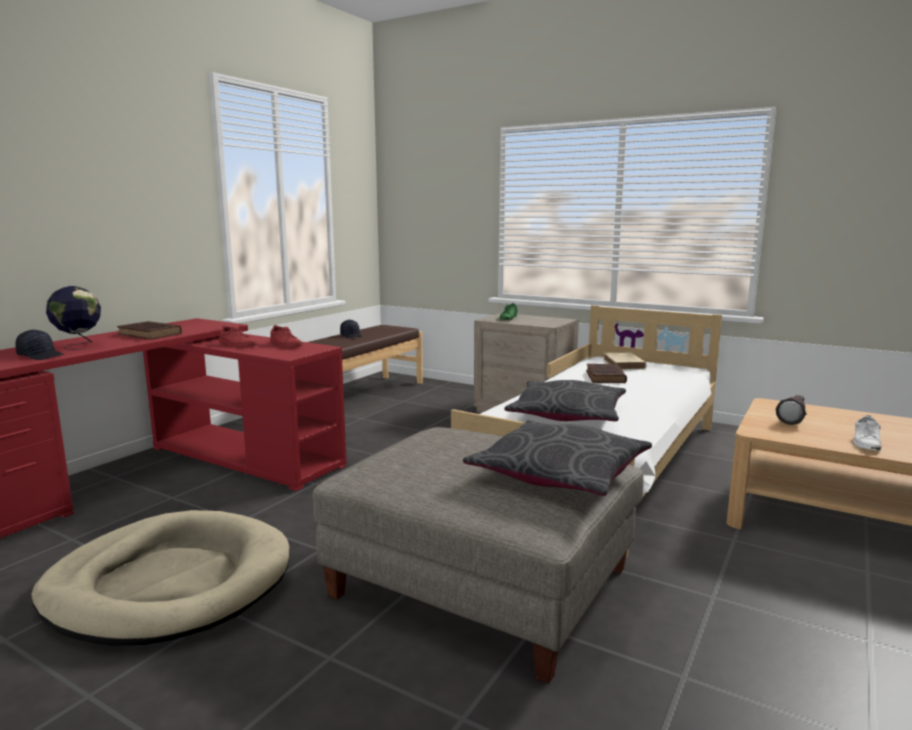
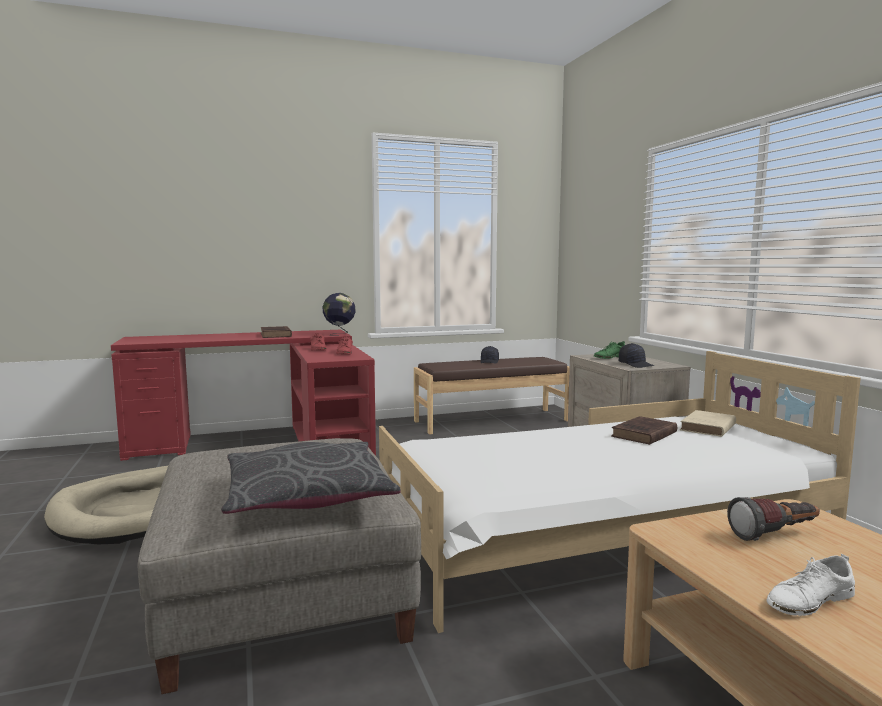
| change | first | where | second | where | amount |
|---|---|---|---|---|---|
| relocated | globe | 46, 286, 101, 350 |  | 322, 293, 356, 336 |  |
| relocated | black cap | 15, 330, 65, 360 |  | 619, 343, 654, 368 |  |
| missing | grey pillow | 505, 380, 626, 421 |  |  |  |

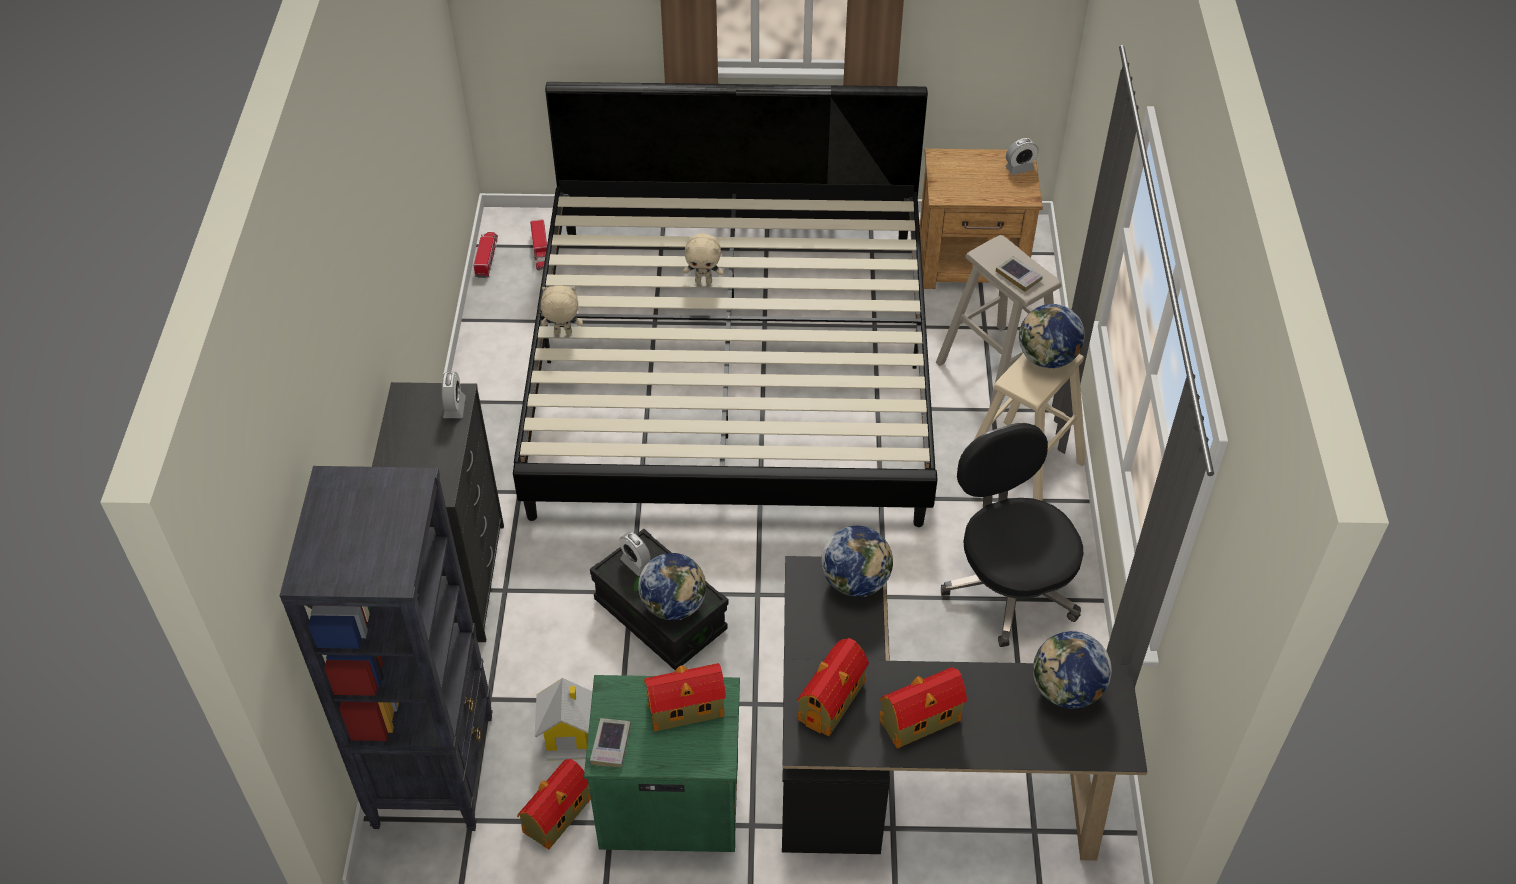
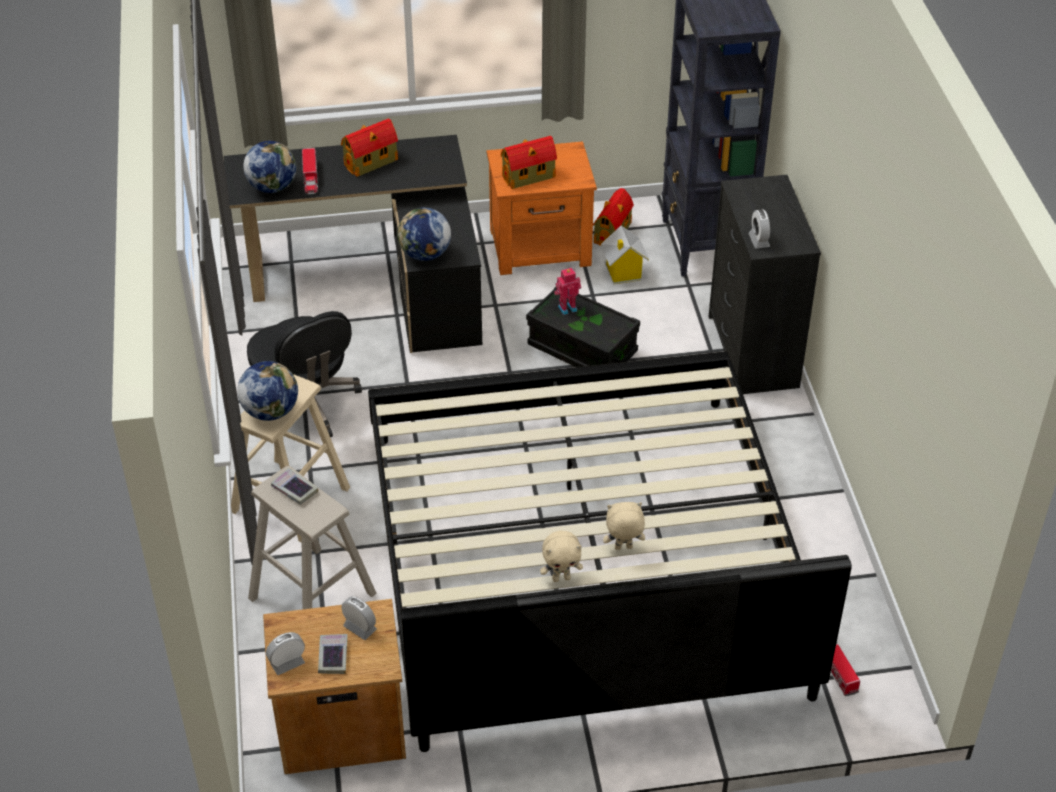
| change | first | where | second | where | amount |
|---|---|---|---|---|---|
| relocated | toy truck | 474, 232, 498, 278 |  | 302, 148, 318, 194 |  |
| relocated | beige plush toy | 541, 285, 583, 334 |  | 540, 531, 583, 582 |  |
| relocated | alarm clock | 619, 532, 651, 576 |  | 342, 596, 377, 640 |  |
| exchanged | globe | 638, 553, 706, 620 | toy robot | 554, 268, 581, 315 |  |
| missing | toy house | 797, 638, 869, 736 |  |  |  |
| colour | green nightstand | 584, 675, 740, 852 | orange nightstand | 487, 141, 597, 275 |  |
| relocated | book | 590, 718, 631, 767 |  | 318, 634, 348, 674 |  |

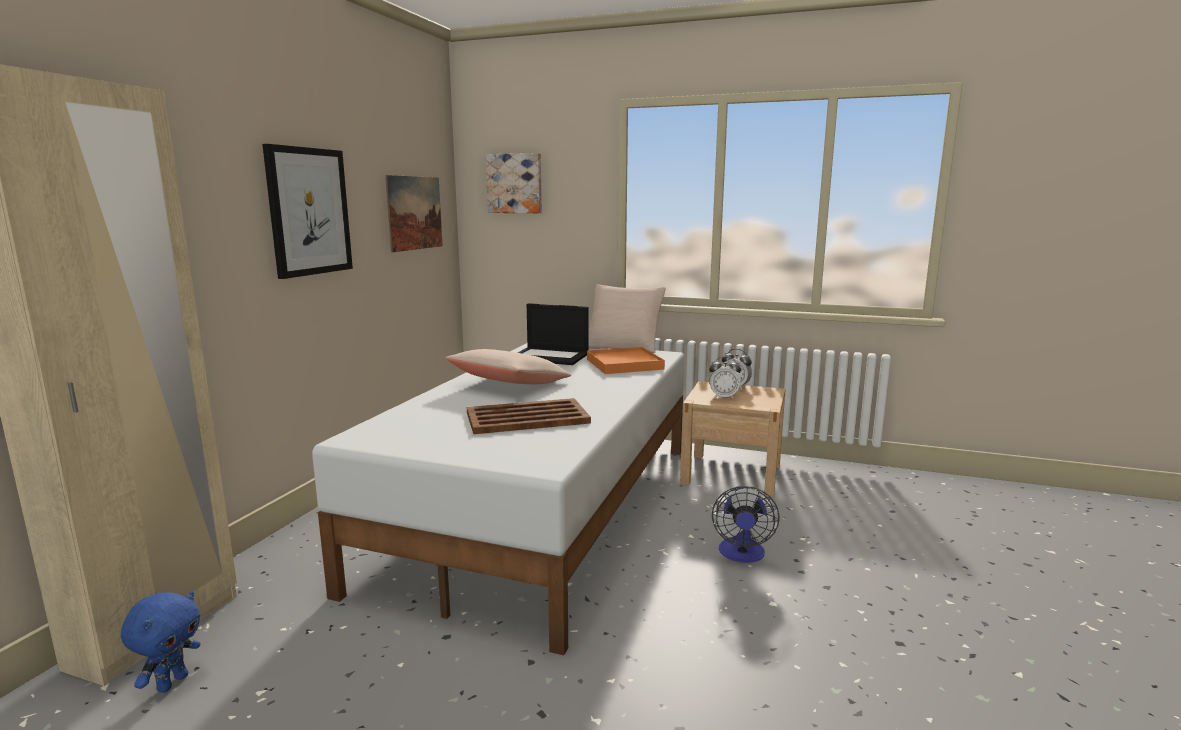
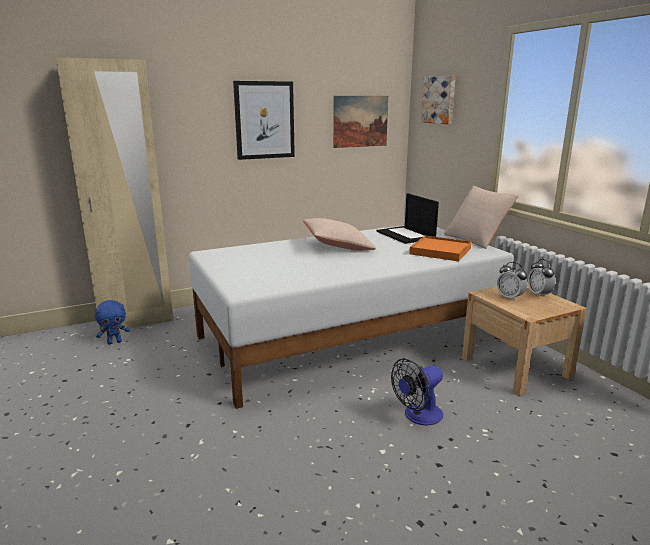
| change | first | where | second | where | amount |
|---|---|---|---|---|---|
| missing | brown tray | 467, 398, 591, 434 |  |  |  |

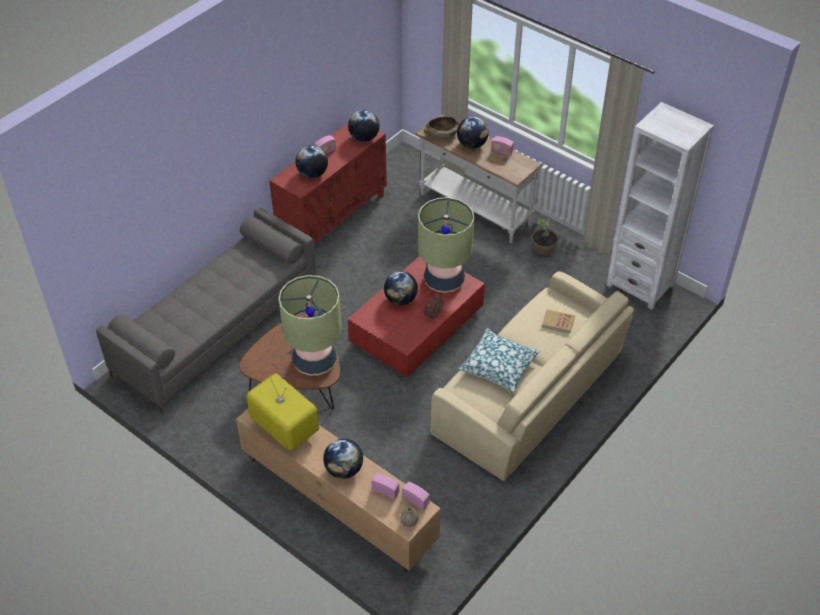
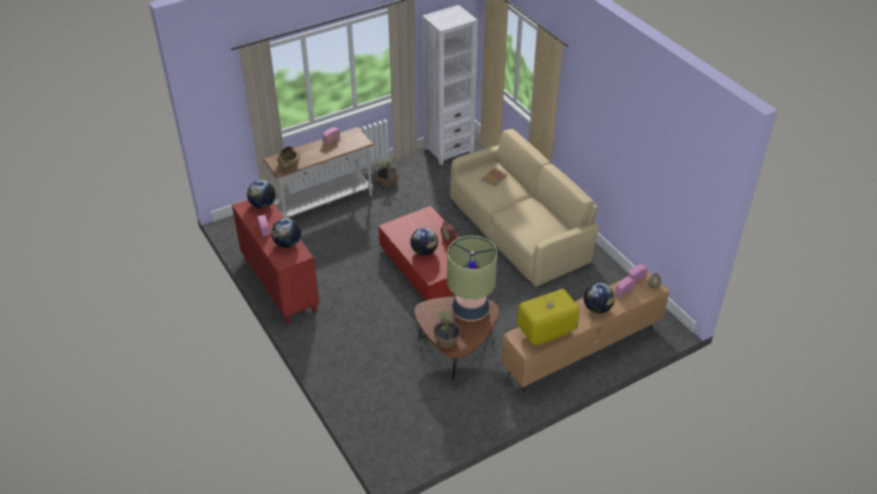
| change | first | where | second | where | amount |
|---|---|---|---|---|---|
| missing | globe | 457, 117, 489, 149 |  |  |  |
| missing | table lamp | 418, 197, 474, 293 |  |  |  |
| missing | grey sofa | 96, 207, 316, 414 |  |  |  |
| missing | pillow | 459, 328, 540, 394 |  |  |  |
| appeared |  |  | potted plant | 433, 310, 461, 348 |  |

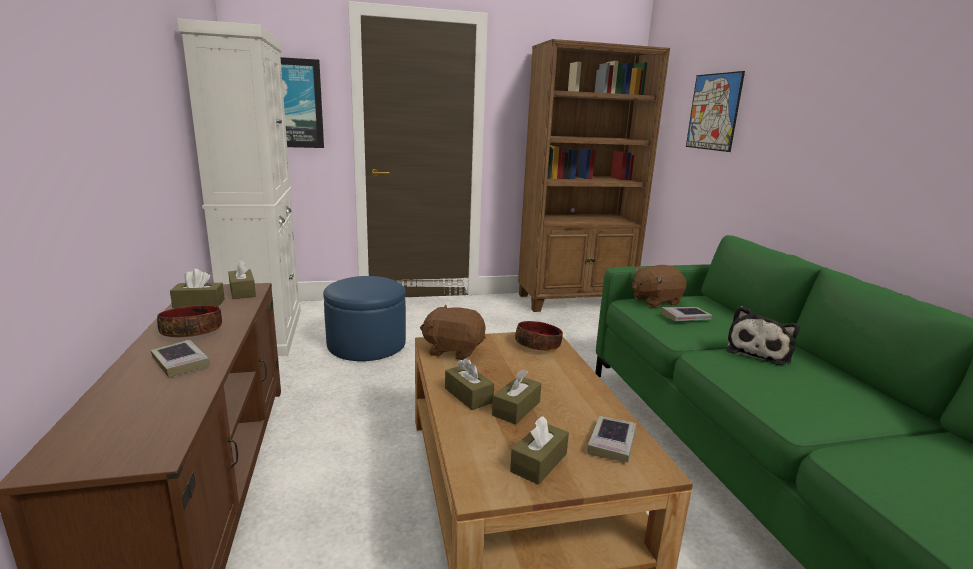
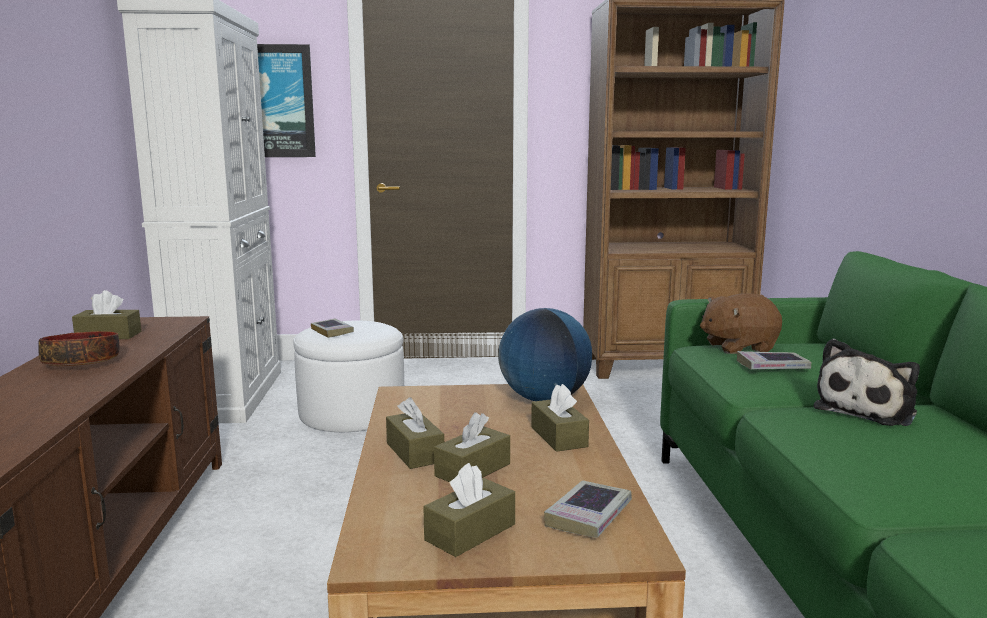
| change | first | where | second | where | amount |
|---|---|---|---|---|---|
| missing | picture | 686, 71, 745, 152 |  |  |  |
| relocated | brown tissue box | 228, 260, 256, 299 |  | 531, 384, 589, 452 |  |
| colour | blue ottoman | 323, 276, 406, 361 | white ottoman | 293, 321, 404, 432 |  |
| missing | brown plush toy | 420, 305, 486, 360 |  |  |  |
| exchanged | bowl | 515, 321, 563, 351 | globe | 498, 308, 592, 401 |  |
| relocated | book | 150, 340, 210, 378 |  | 311, 319, 354, 338 |  |

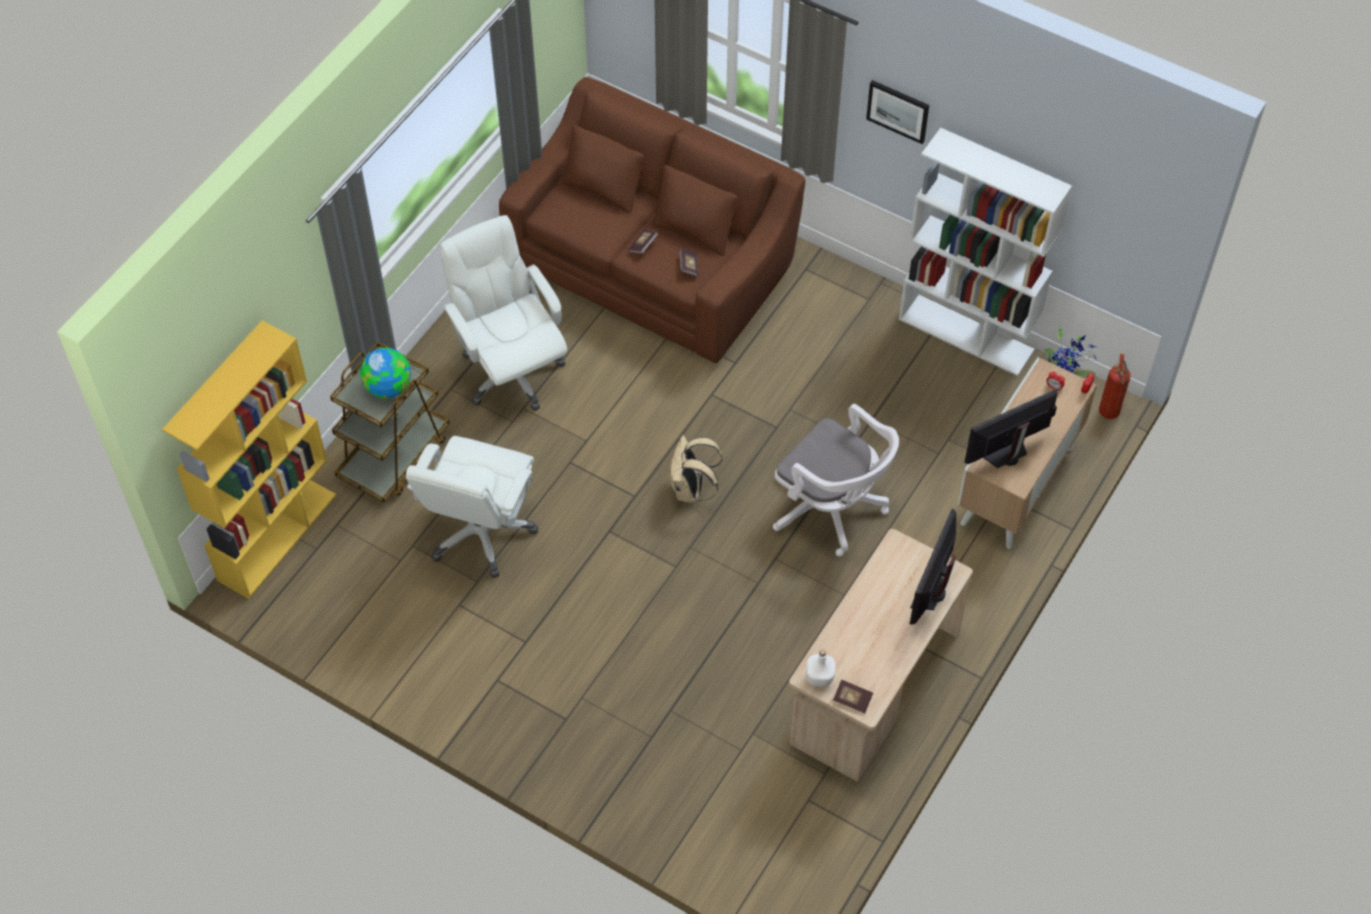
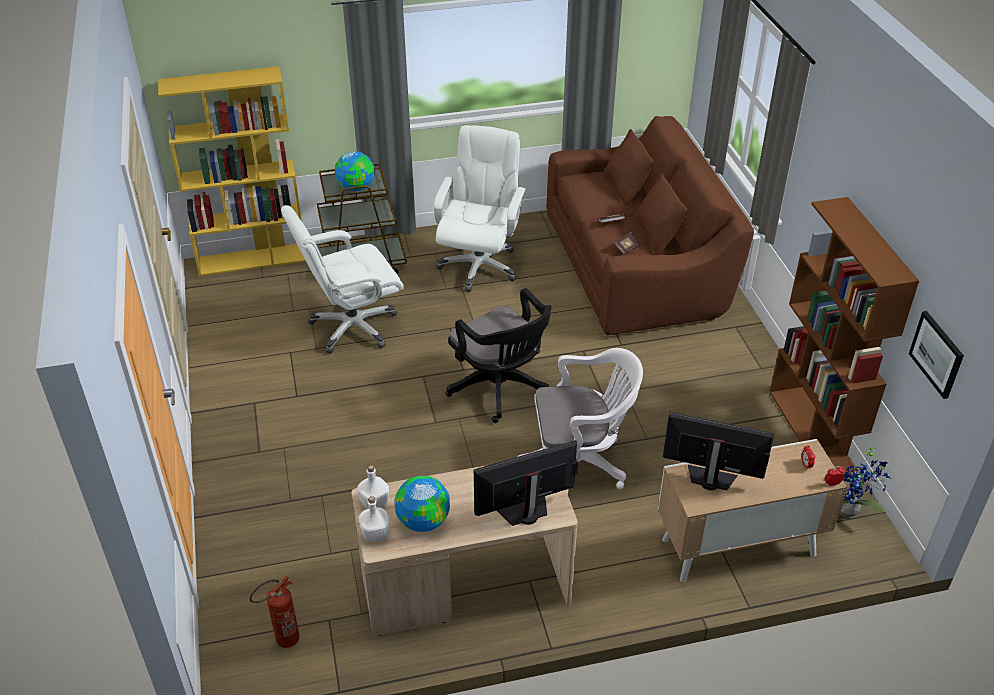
| change | first | where | second | where | amount |
|---|---|---|---|---|---|
| relocated | picture | 866, 80, 929, 144 |  | 909, 311, 964, 399 |  |
| colour | white bookcase | 899, 128, 1072, 376 | brown bookcase | 769, 197, 919, 476 |  |
| relocated | fire extinguisher | 1099, 354, 1131, 419 |  | 249, 576, 299, 648 |  |
| spun | white office chair | 773, 404, 899, 557 |  | 517, 348, 643, 494 | 90 degrees counterclockwise |
| exchanged | beige backpack | 670, 435, 722, 503 | black office chair | 446, 288, 552, 423 |  |
| exchanged | book | 833, 680, 873, 713 | white bottle | 359, 496, 390, 542 |  |
| appeared |  |  | globe | 395, 476, 450, 532 |  |

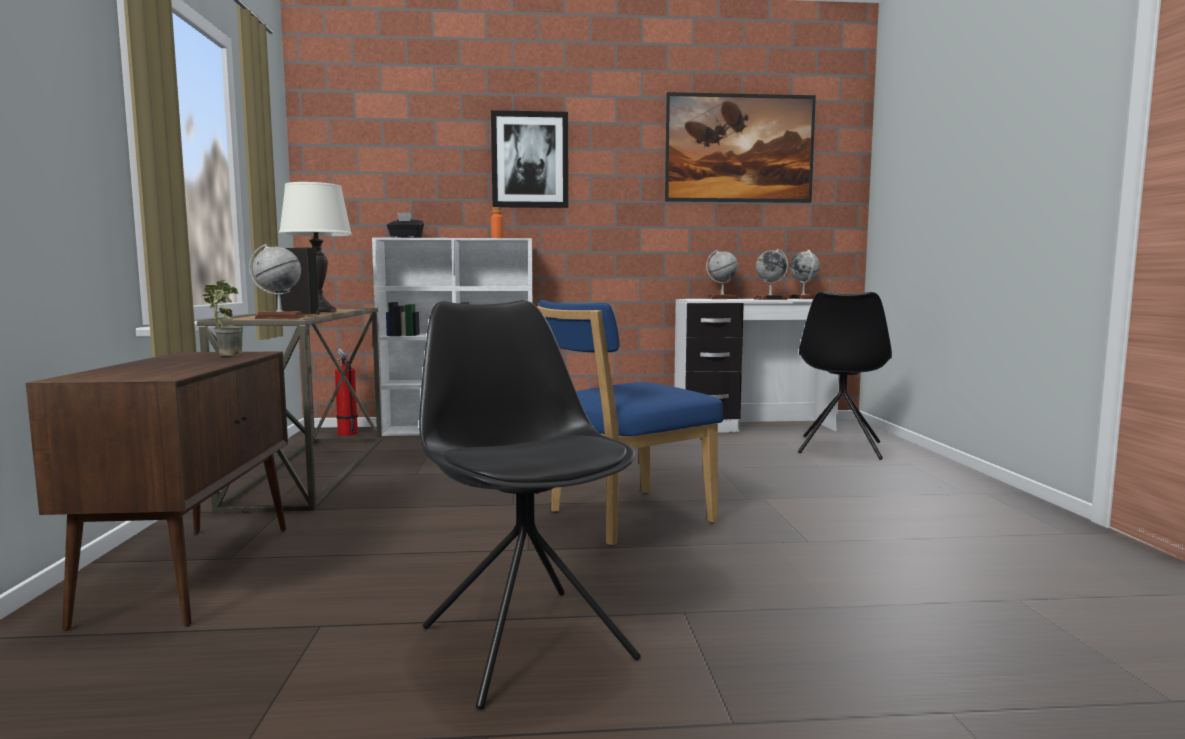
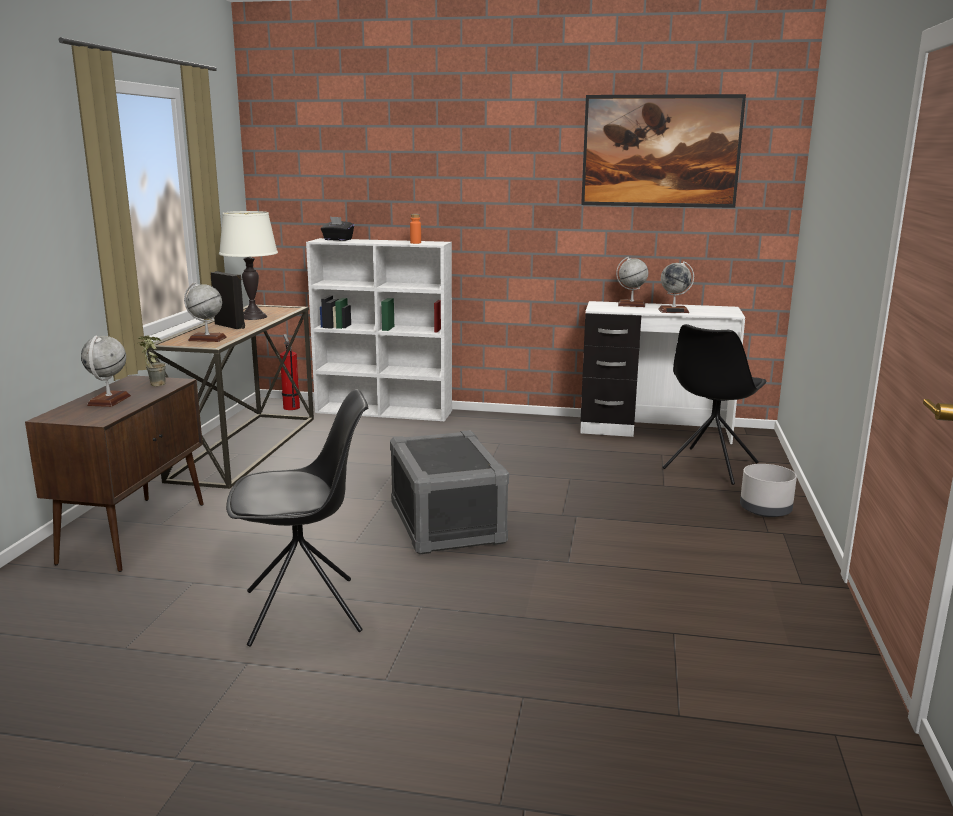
| change | first | where | second | where | amount |
|---|---|---|---|---|---|
| missing | picture | 491, 110, 568, 208 |  |  |  |
| relocated | globe | 789, 250, 820, 299 |  | 81, 335, 131, 407 |  |
| spun | black chair | 419, 300, 641, 709 |  | 226, 389, 368, 647 | 90 degrees clockwise |
| exchanged | blue chair | 537, 300, 723, 546 | grey storage box | 390, 430, 509, 555 |  |
| appeared |  |  | grey planter | 740, 464, 797, 517 |  |

